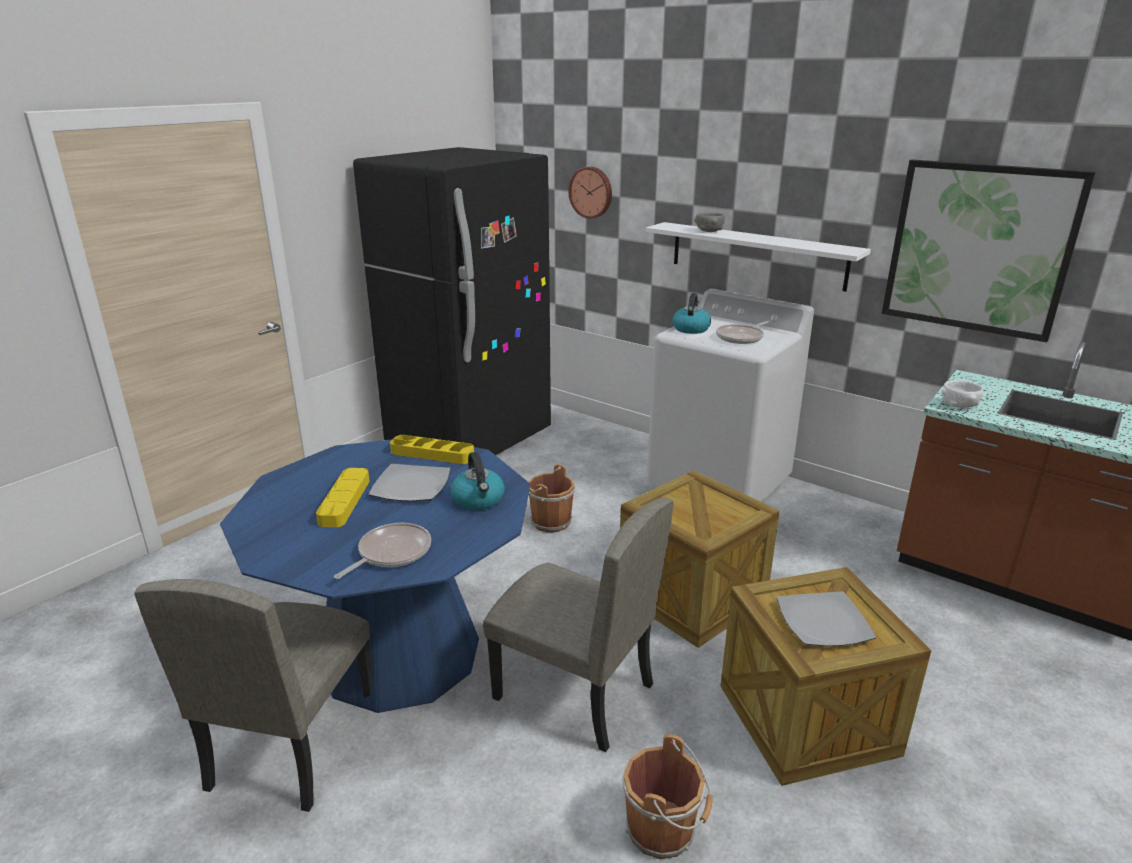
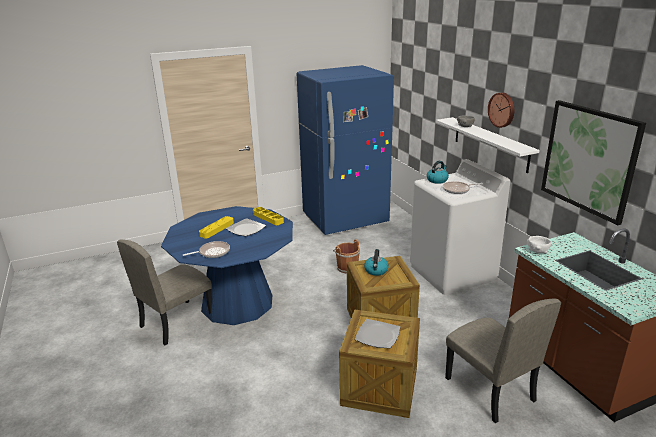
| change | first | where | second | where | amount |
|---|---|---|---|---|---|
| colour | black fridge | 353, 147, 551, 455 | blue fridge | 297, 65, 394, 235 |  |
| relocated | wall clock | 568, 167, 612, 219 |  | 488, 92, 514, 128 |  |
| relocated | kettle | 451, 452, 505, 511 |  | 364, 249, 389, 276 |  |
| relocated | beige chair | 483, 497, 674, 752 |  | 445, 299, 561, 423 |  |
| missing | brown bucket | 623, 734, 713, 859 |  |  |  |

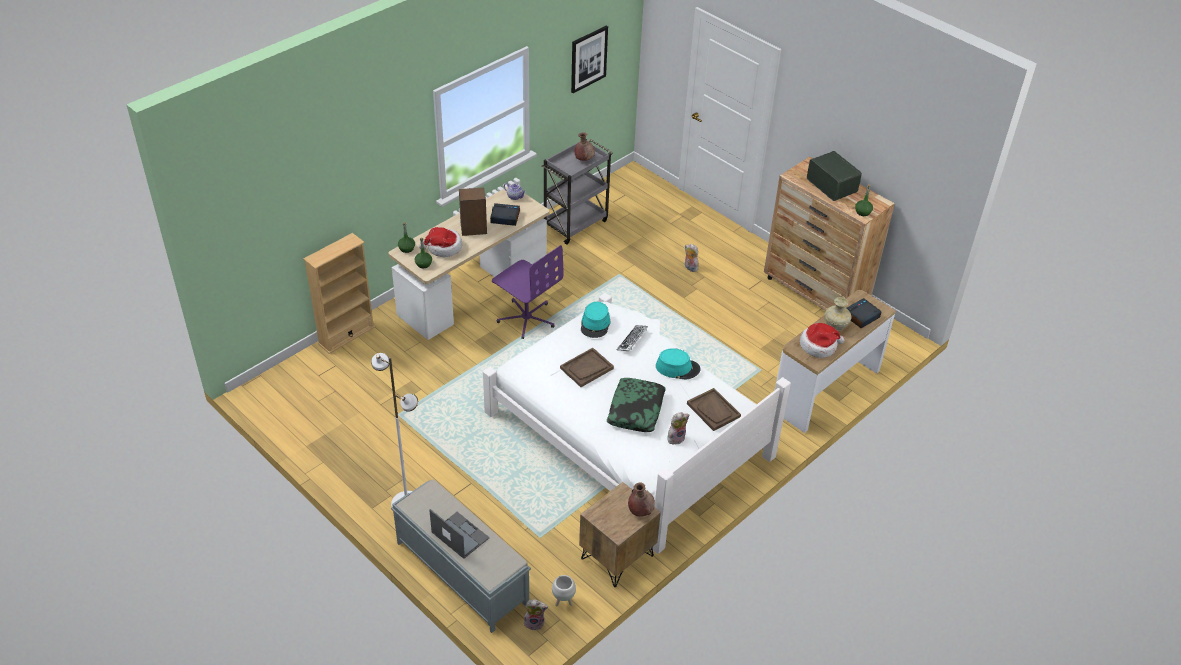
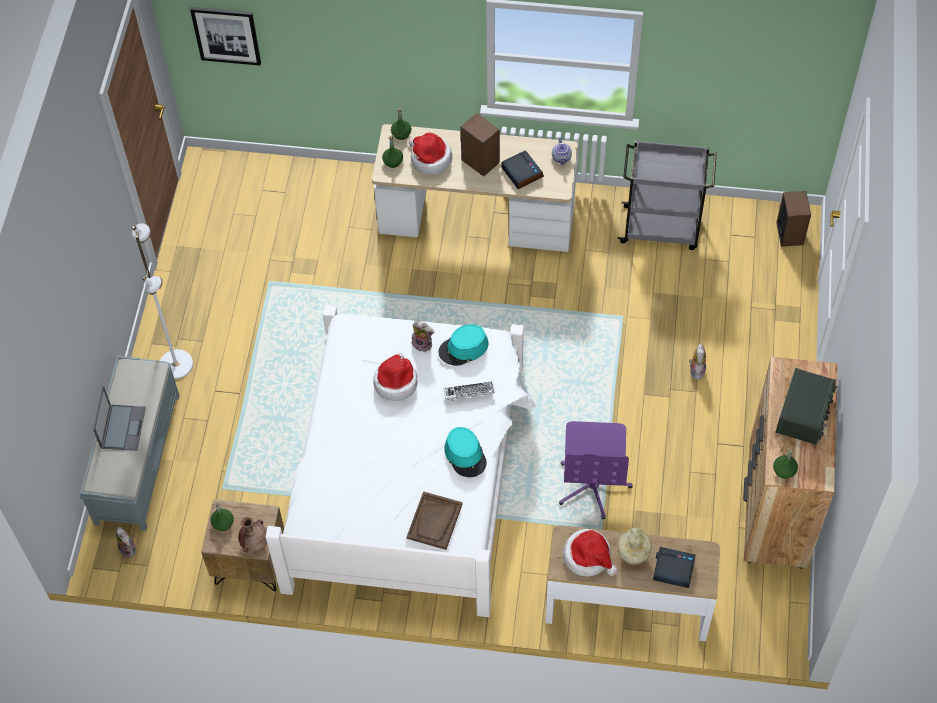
| change | first | where | second | where | amount |
|---|---|---|---|---|---|
| relocated | picture | 571, 26, 608, 93 |  | 190, 7, 261, 66 |  |
| missing | brown vase | 575, 132, 595, 161 |  |  |  |
| missing | beige bookcase | 303, 233, 375, 354 |  |  |  |
| relocated | purple office chair | 492, 245, 563, 339 |  | 559, 421, 632, 519 |  |
| exchanged | brown tray | 560, 348, 614, 387 | hat | 373, 353, 418, 401 |  |
| missing | pillow | 607, 378, 666, 432 |  |  |  |
| relocated | plush toy | 667, 412, 689, 444 |  | 412, 320, 434, 352 |  |
| missing | white planter | 552, 575, 576, 607 |  |  |  |
| appeared |  |  | speaker | 776, 191, 811, 247 |  |
| appeared |  |  | green bottle | 210, 502, 234, 531 |  |

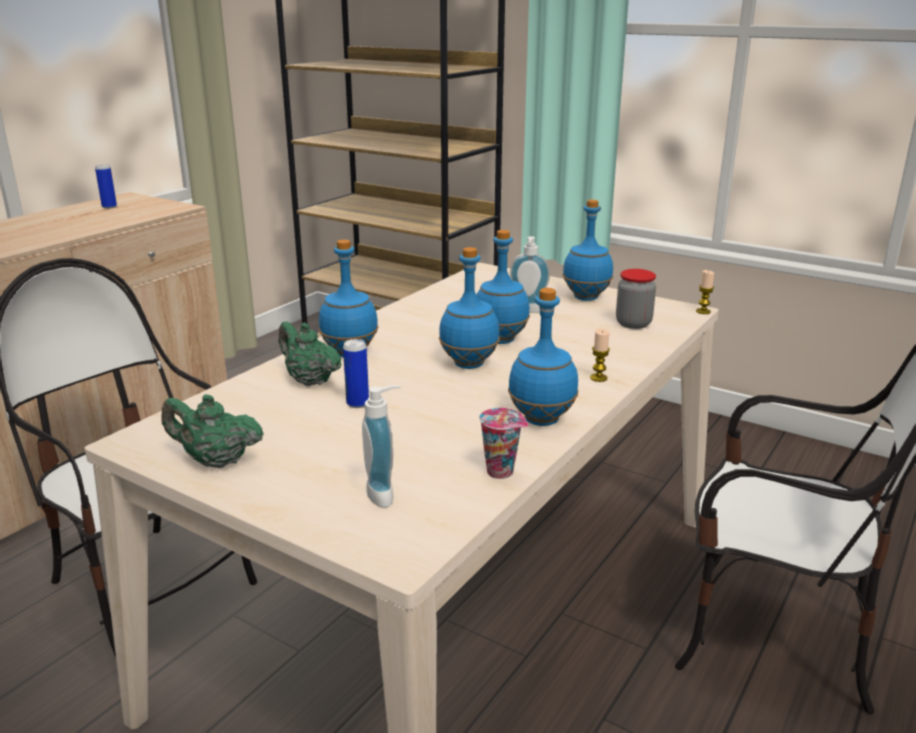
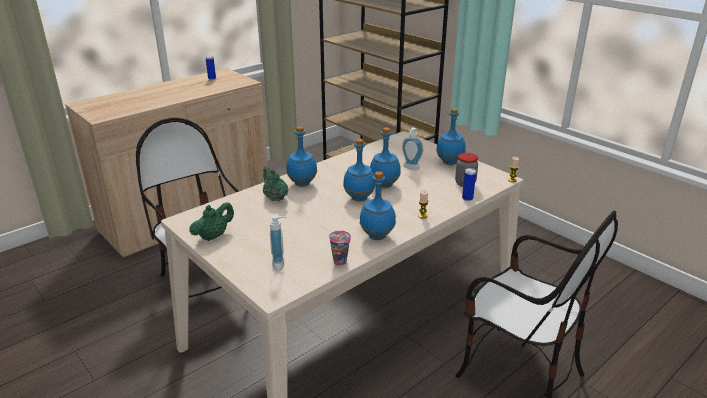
| change | first | where | second | where | amount |
|---|---|---|---|---|---|
| relocated | can | 343, 339, 369, 408 |  | 462, 168, 476, 201 |  |
| spun | green teapot | 161, 394, 264, 468 |  | 190, 202, 234, 241 | 105 degrees clockwise |

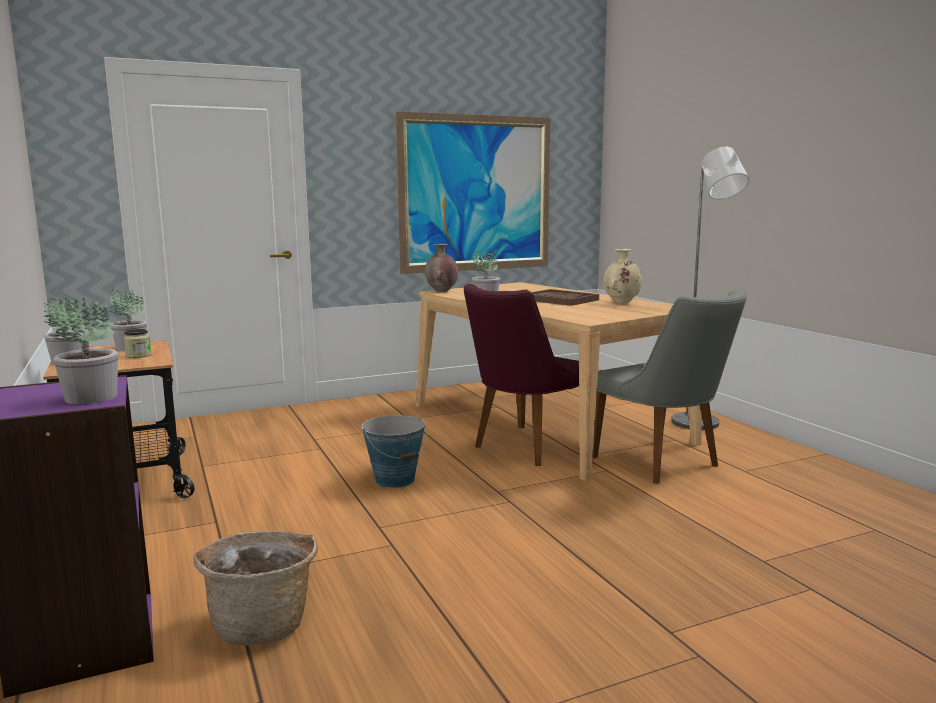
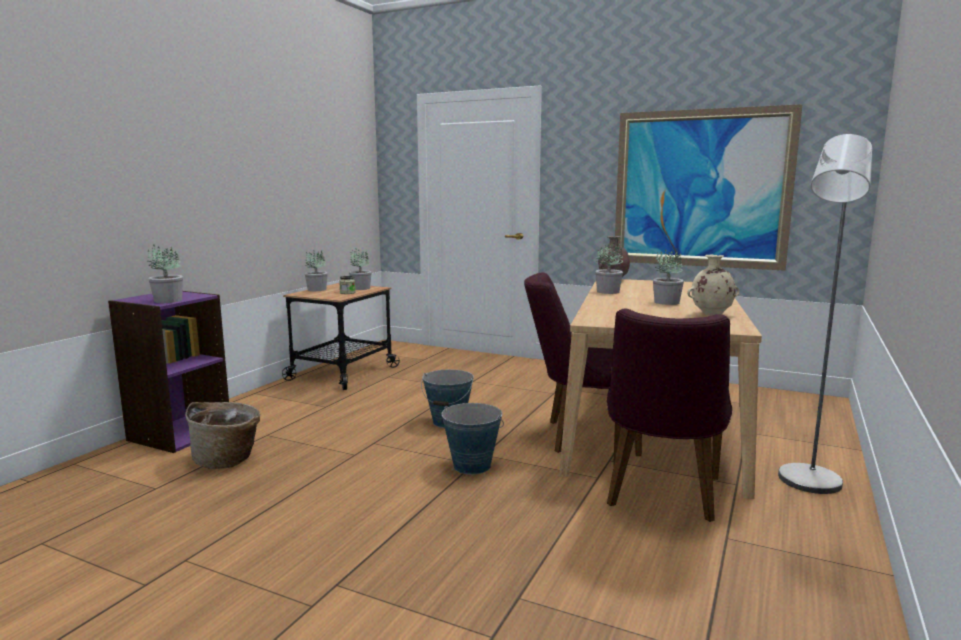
| change | first | where | second | where | amount |
|---|---|---|---|---|---|
| exchanged | brown tray | 532, 289, 599, 306 | potted plant | 653, 248, 684, 305 |  |
| colour | grey chair | 592, 290, 747, 484 | purple chair | 607, 308, 732, 522 |  |
| appeared |  |  | bucket | 442, 403, 504, 475 |  |

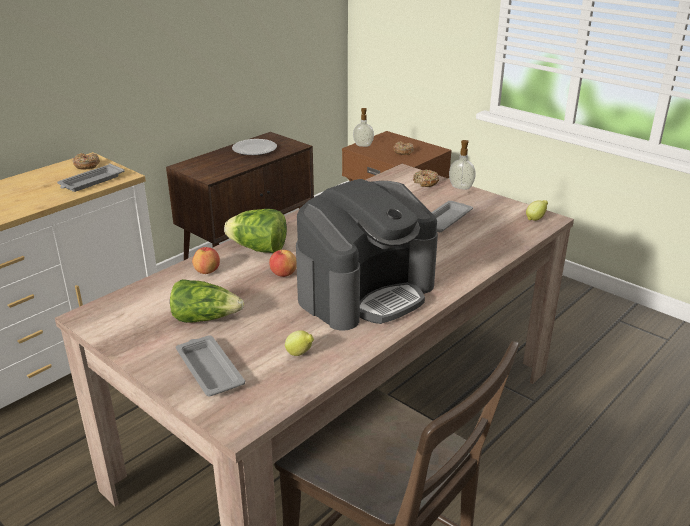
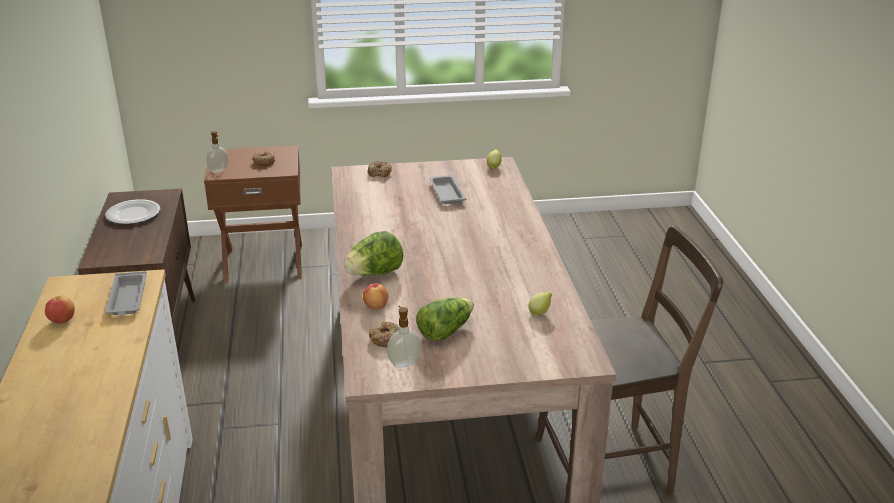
| change | first | where | second | where | amount |
|---|---|---|---|---|---|
| relocated | soap dispenser | 449, 140, 475, 190 |  | 387, 306, 422, 368 |  |
| relocated | donut | 72, 153, 100, 170 |  | 369, 322, 399, 347 |  |
| missing | coffee machine | 296, 179, 438, 331 |  |  |  |
| relocated | apple | 269, 250, 297, 277 |  | 45, 296, 75, 323 |  |
| missing | grey tray | 176, 335, 245, 397 |  |  |  |

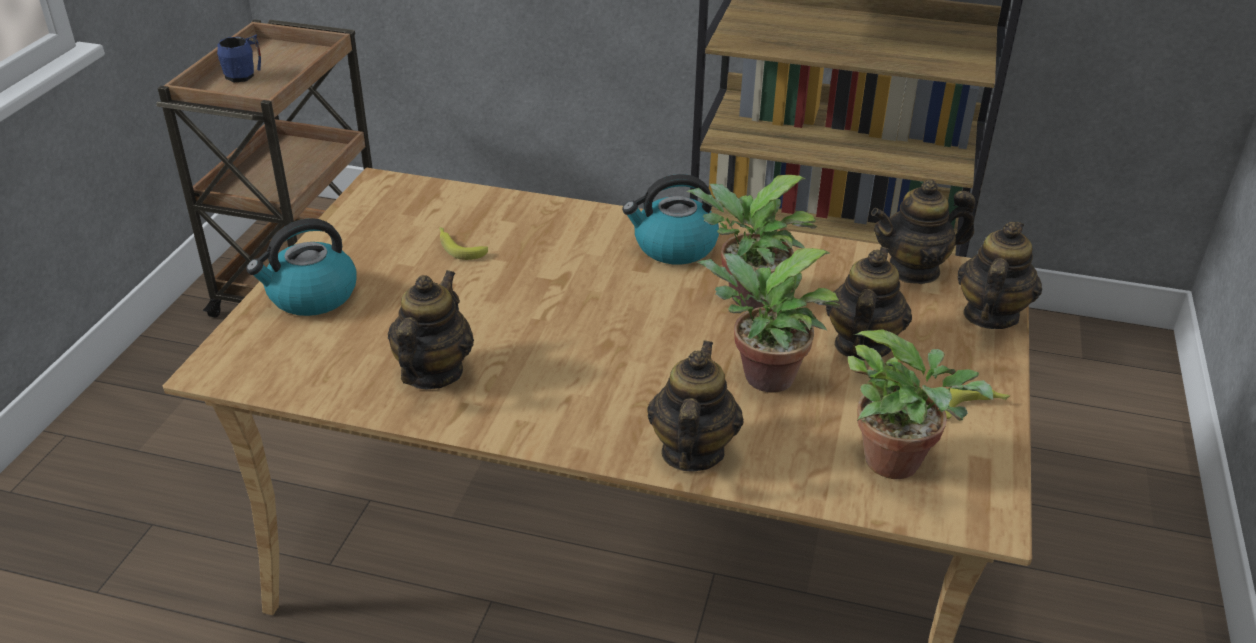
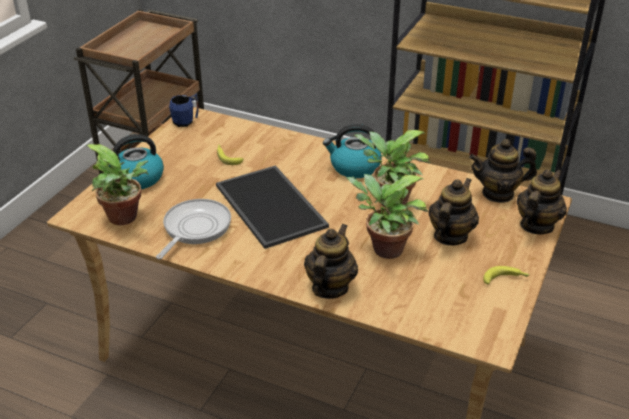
| change | first | where | second | where | amount |
|---|---|---|---|---|---|
| relocated | blue mug | 217, 35, 261, 83 |  | 169, 94, 199, 127 |  |
| exchanged | teapot | 388, 270, 474, 389 | frying pan | 156, 199, 231, 259 |  |
| relocated | potted plant | 848, 329, 993, 479 |  | 86, 144, 149, 225 |  |
| appeared |  |  | tray | 216, 165, 329, 249 |  |

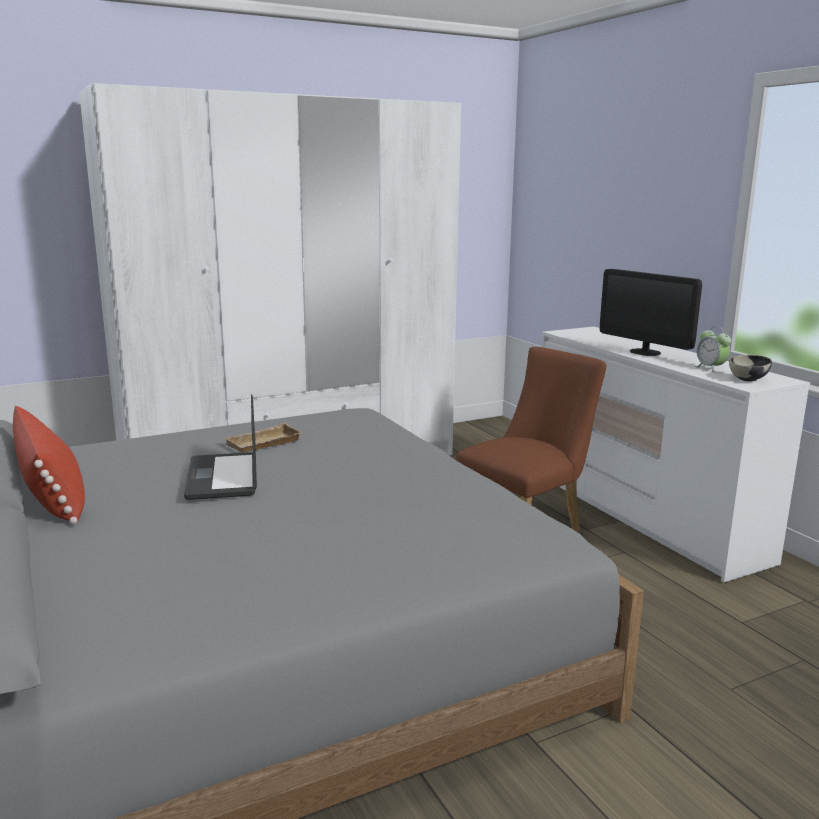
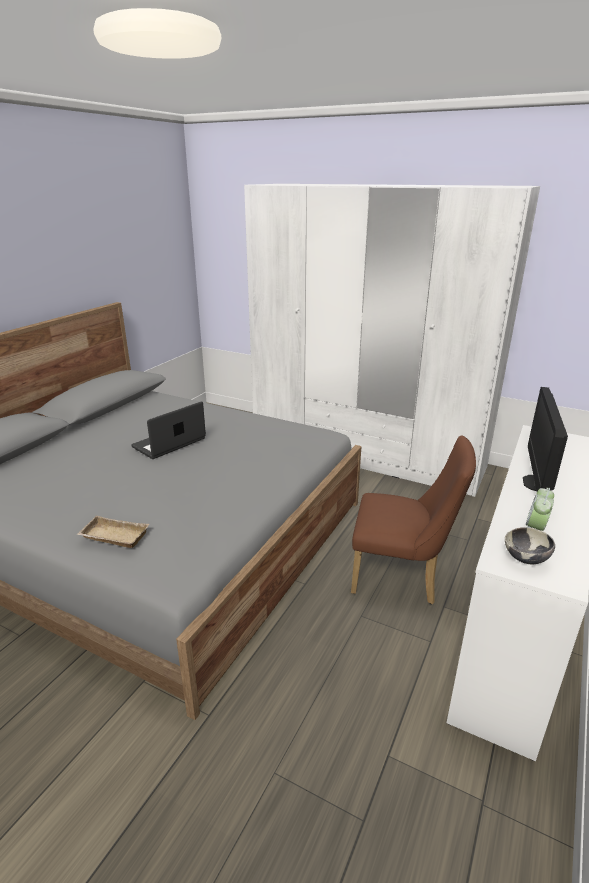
| change | first | where | second | where | amount |
|---|---|---|---|---|---|
| missing | red pillow | 13, 406, 85, 525 |  |  |  |
| relocated | beige tray | 224, 422, 302, 452 |  | 77, 515, 149, 548 |  |

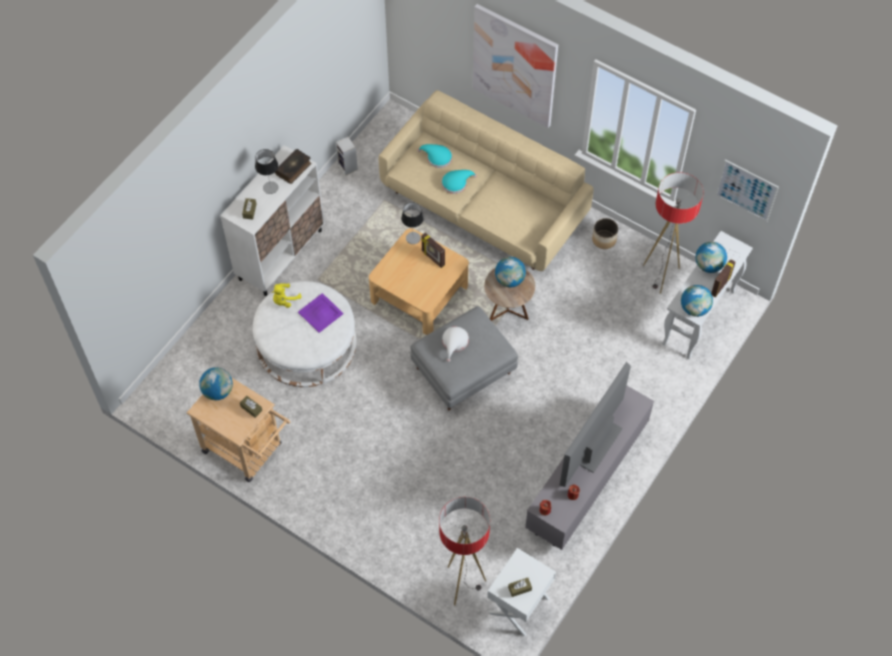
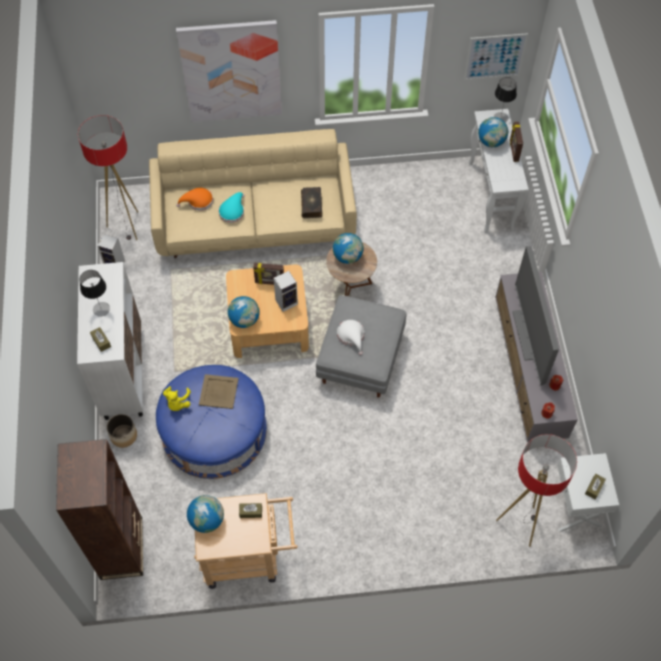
| change | first | where | second | where | amount |
|---|---|---|---|---|---|
| colour | turquoise hat | 417, 144, 452, 168 | orange hat | 176, 188, 213, 211 |  |
| relocated | book | 275, 149, 311, 184 |  | 301, 187, 322, 218 |  |
| relocated | floor lamp | 643, 172, 704, 293 |  | 78, 115, 138, 240 |  |
| relocated | table lamp | 401, 202, 424, 244 |  | 494, 77, 517, 122 |  |
| relocated | planter | 592, 218, 618, 249 |  | 107, 414, 137, 448 |  |
| colour | white ottoman | 253, 281, 356, 387 | blue ottoman | 156, 365, 267, 479 |  |
| relocated | globe | 681, 285, 713, 317 |  | 228, 296, 260, 328 |  |
| colour | purple tray | 298, 293, 343, 333 | beige tray | 199, 374, 239, 409 |  |
| appeared |  |  | speaker | 274, 271, 298, 312 |  |
| appeared |  |  | brown bookcase | 56, 439, 143, 580 |  |

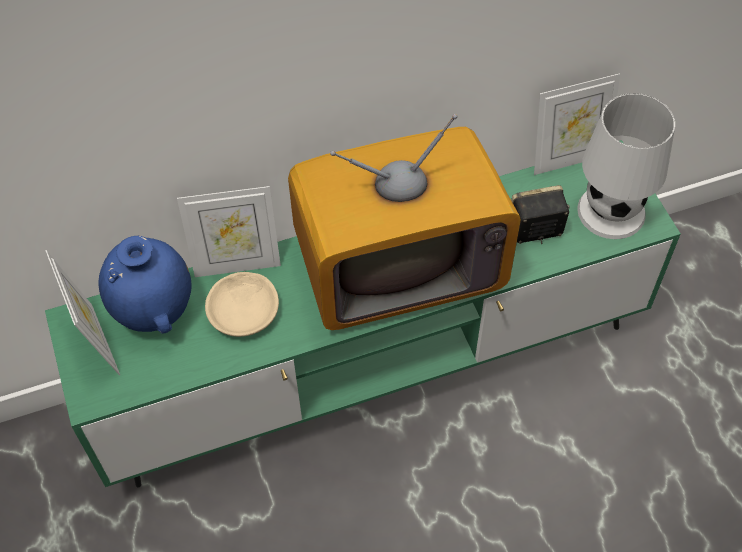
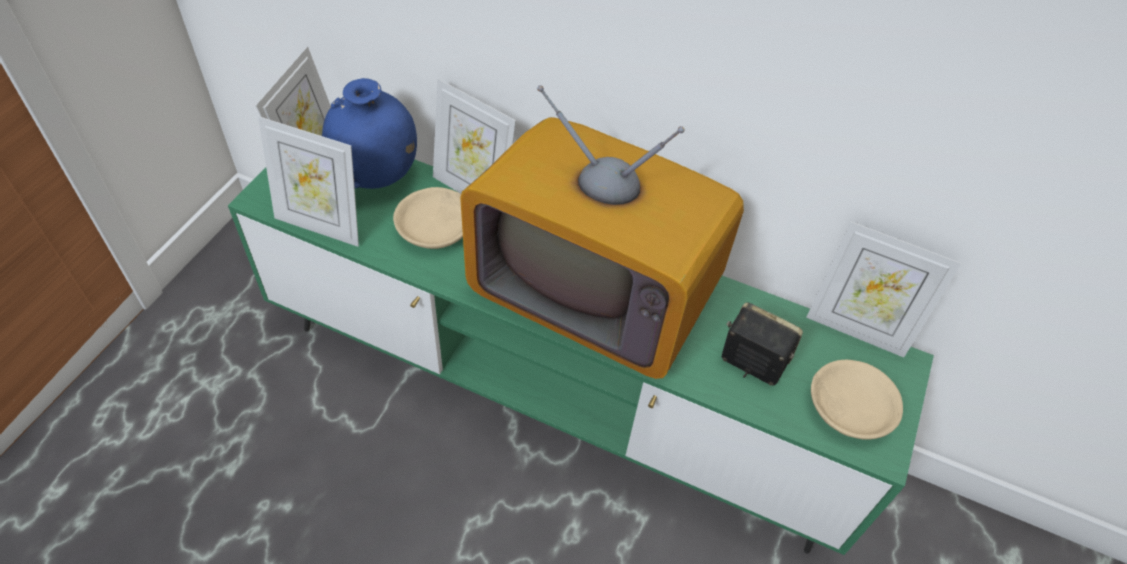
| change | first | where | second | where | amount |
|---|---|---|---|---|---|
| exchanged | white table lamp | 577, 93, 675, 239 | beige bowl | 811, 360, 903, 440 |  |
| appeared |  |  | picture frame | 258, 116, 359, 247 |  |

